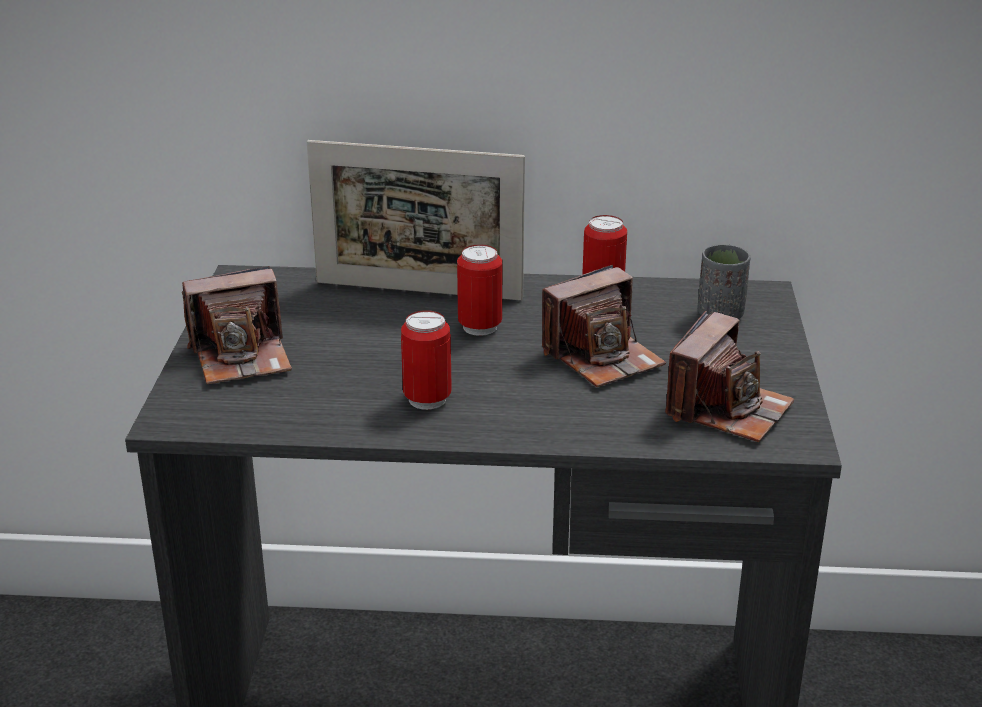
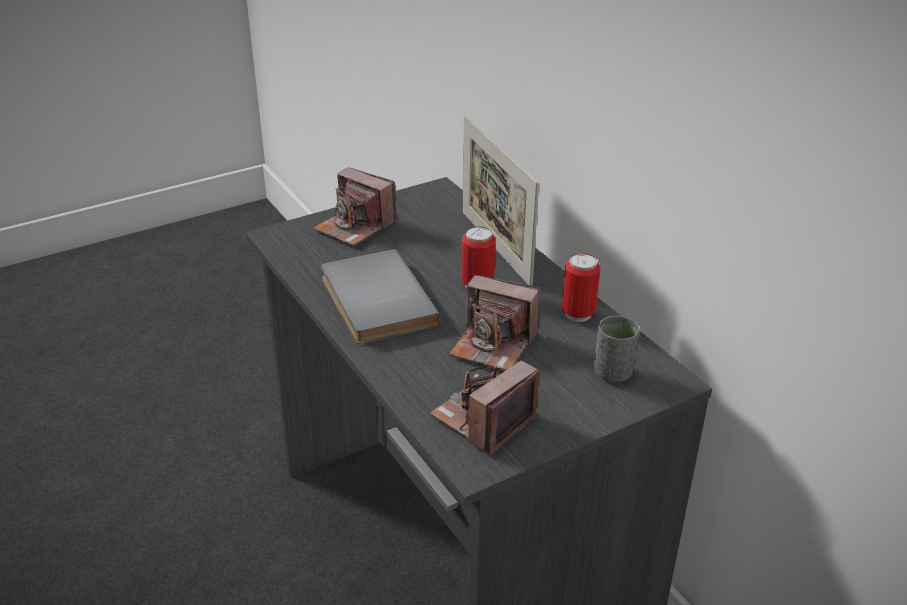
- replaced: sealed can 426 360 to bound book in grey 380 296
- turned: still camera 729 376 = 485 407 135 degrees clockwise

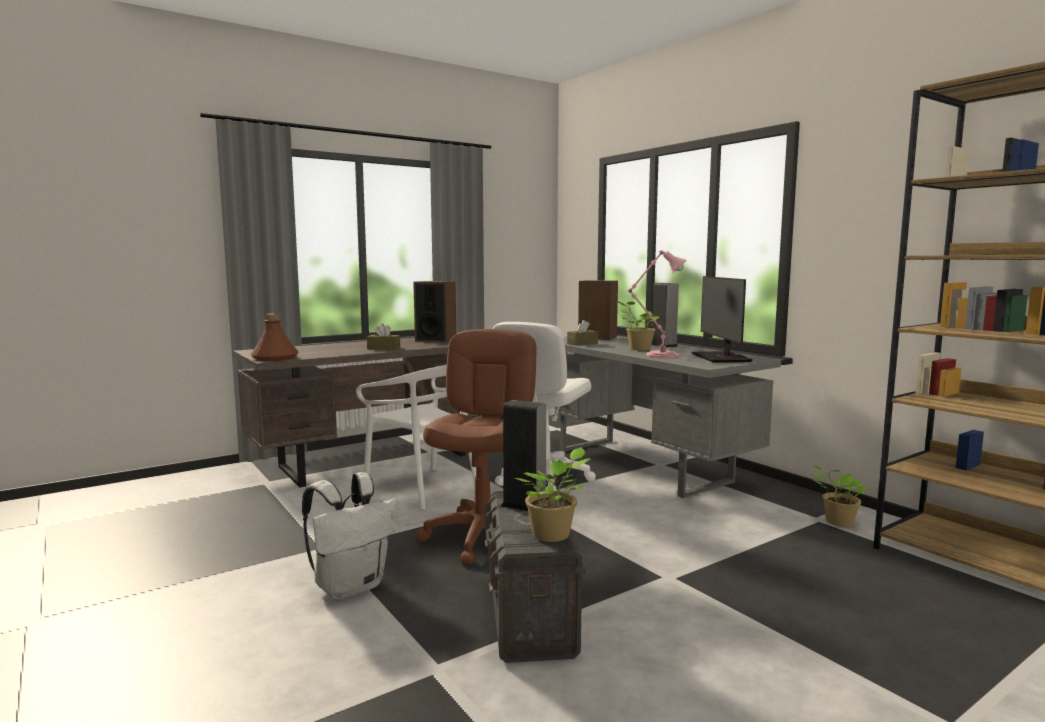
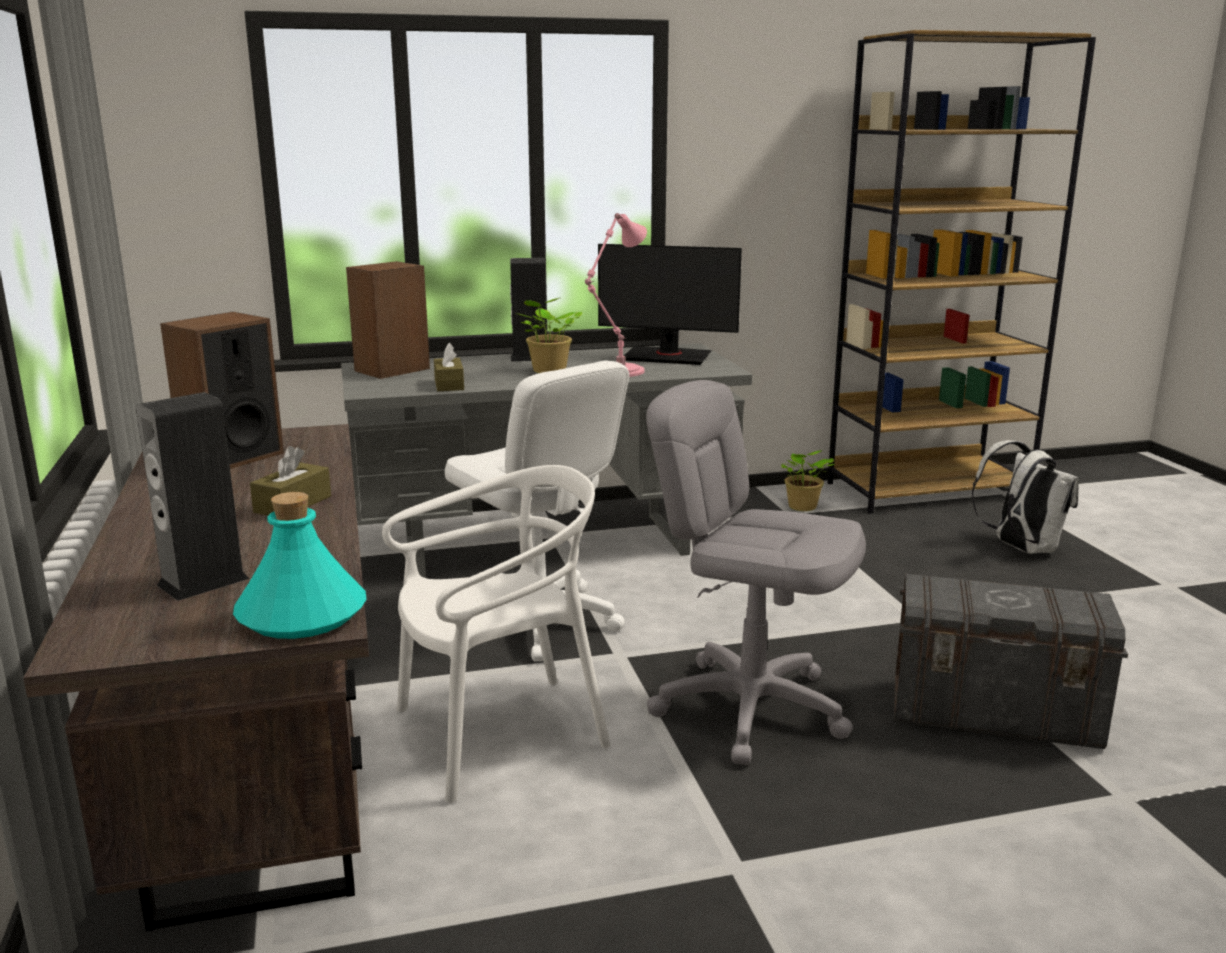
- removed: houseplant 552 494
- moved: backpack in whitish 350 536 to 1025 497
- moved: speaker 524 455 to 193 496
- recoloured: bottle in brownish 274 337 to bottle in turquoise-coloured 300 565
- recoloured: desk chair in brownish 477 446 to desk chair in grey 756 572

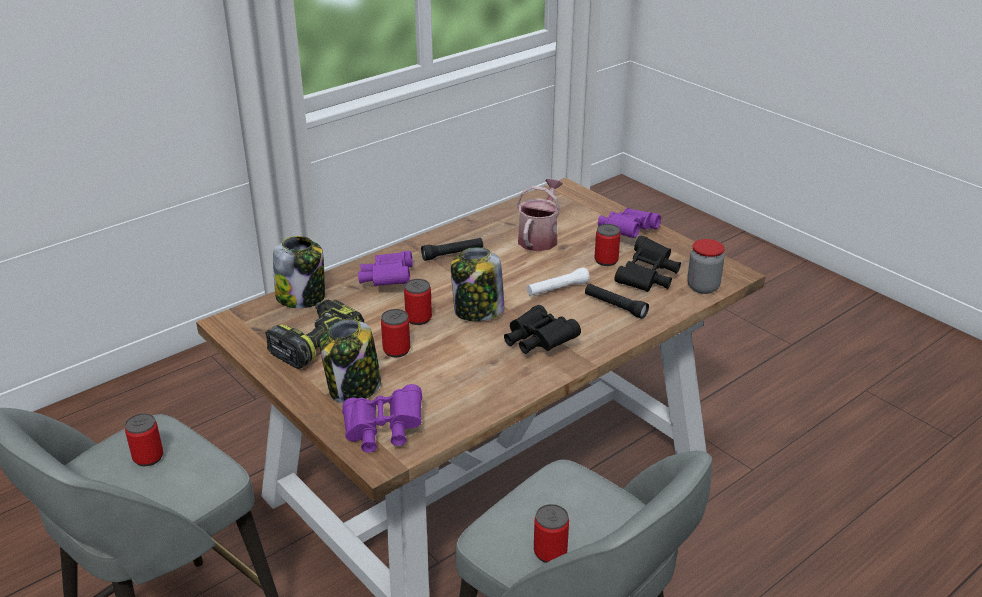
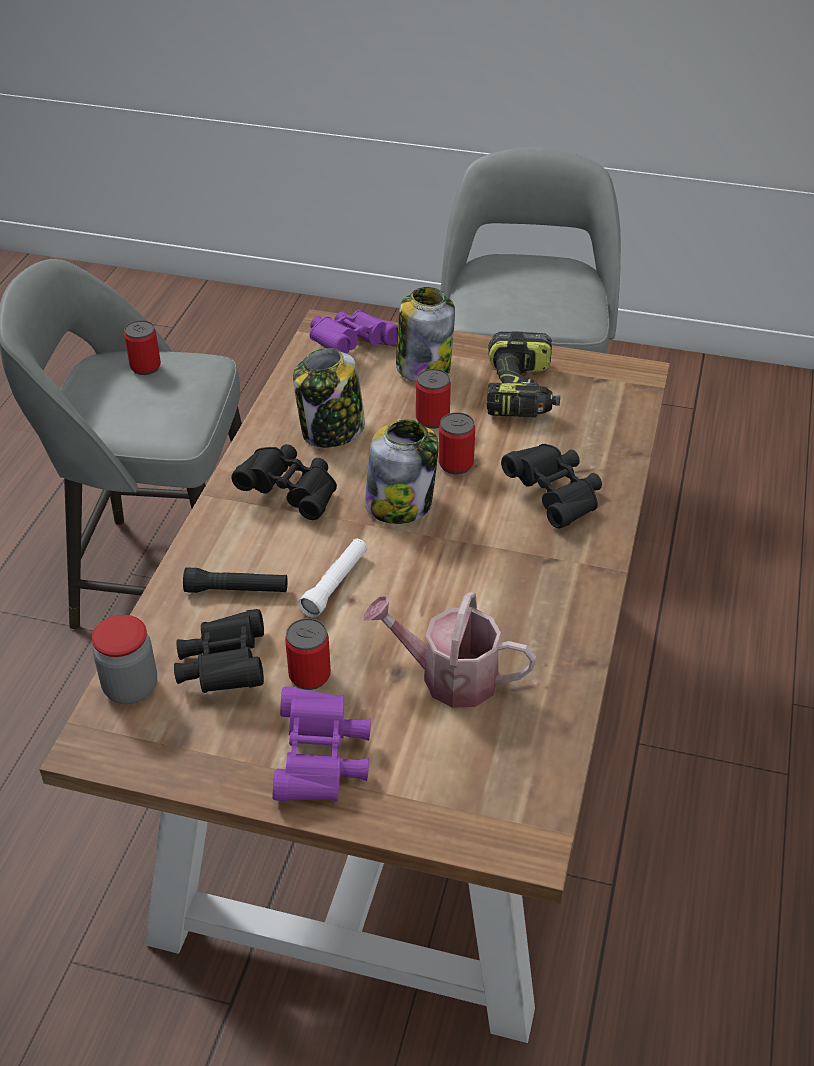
- removed: sealed can 144 439
- removed: flashlight in black 452 249
- moved: jar 299 272 to 329 398
- recoloured: field glasses in purple 385 268 to field glasses in black 551 486
- turned: watering can 539 215 = 450 650 120 degrees clockwise

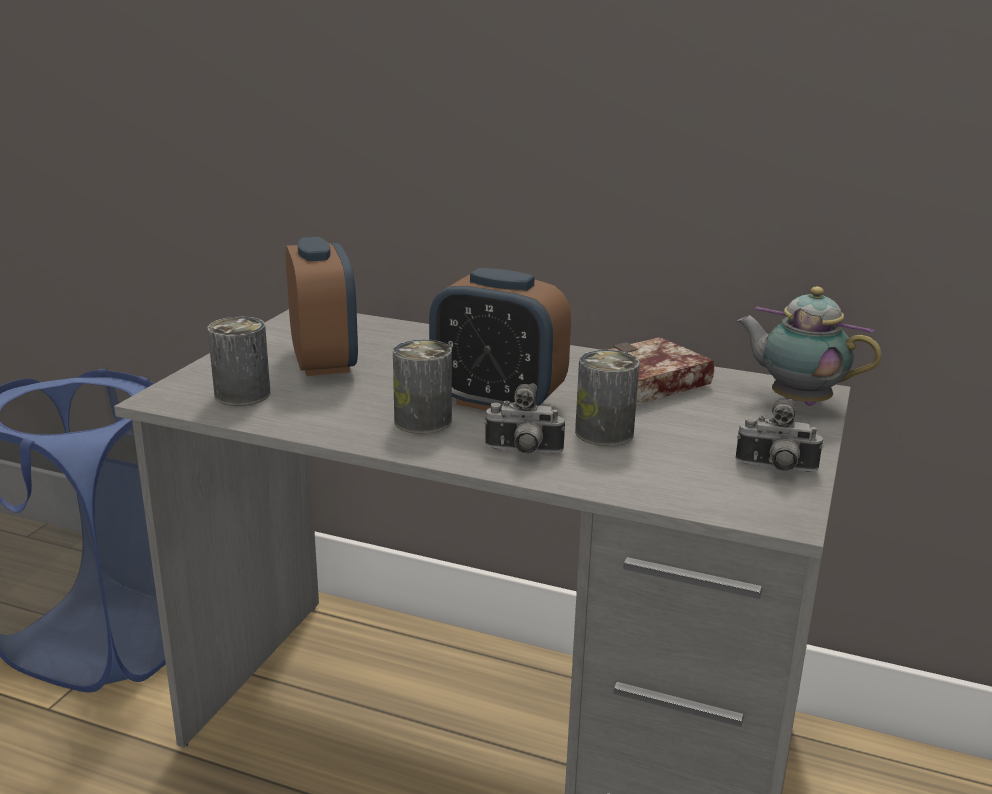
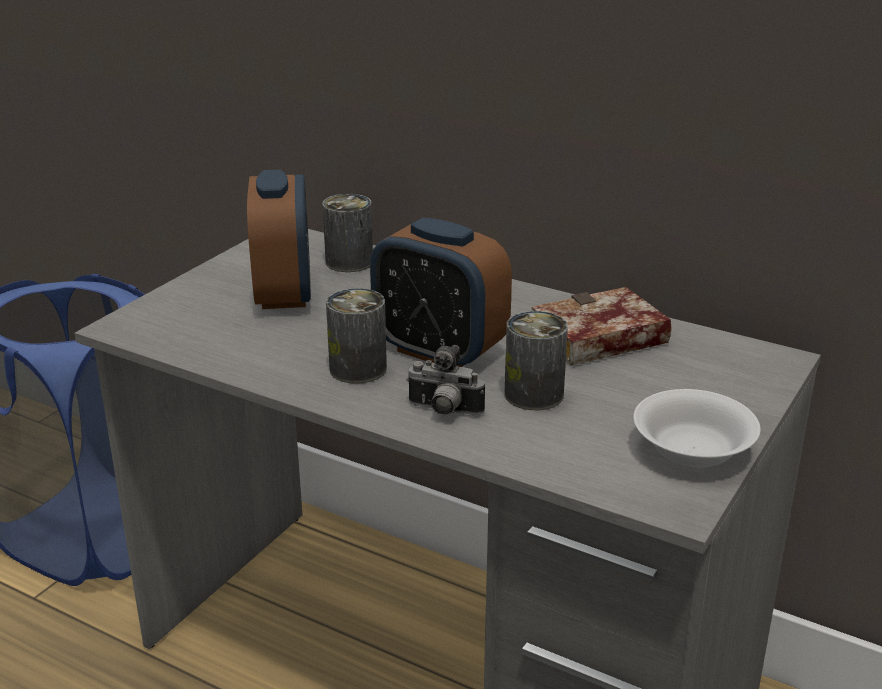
- removed: pot for tea 809 346
- moved: sealed can 239 361 to 347 233
- replaced: still camera 779 435 to deep dish in whitish 697 428

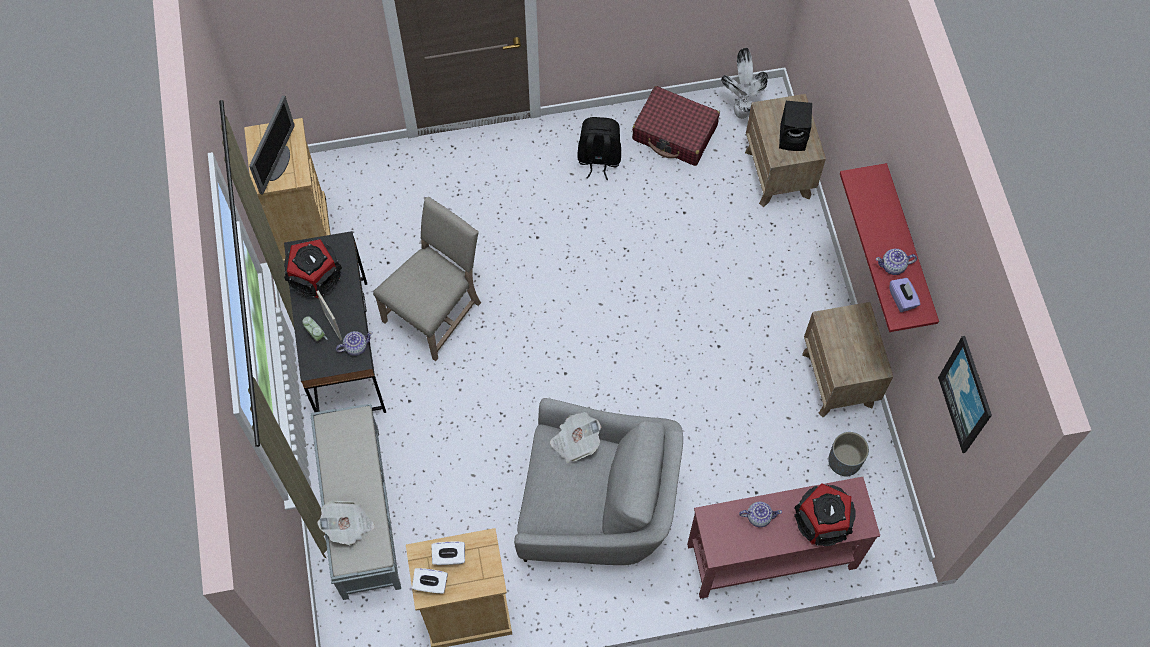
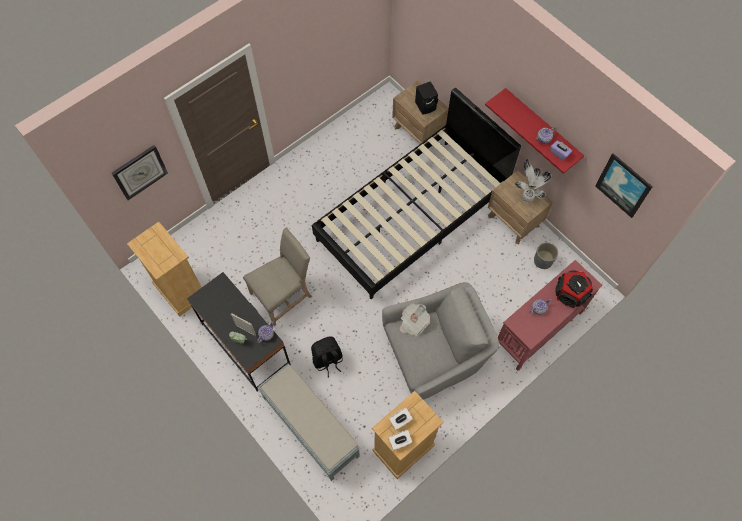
- removed: computer screen 272 145
- removed: speaker 313 269
- removed: printed paper 346 523
- removed: travel case in red 676 126
- added: clock on the wall 140 172
- added: sleeping bed in black 416 193
- moved: backpack in black 599 148 to 327 357
- moved: houseplant 744 83 to 533 181
- turned: upright chair in beige-coloured 427 279 = 277 277 45 degrees clockwise

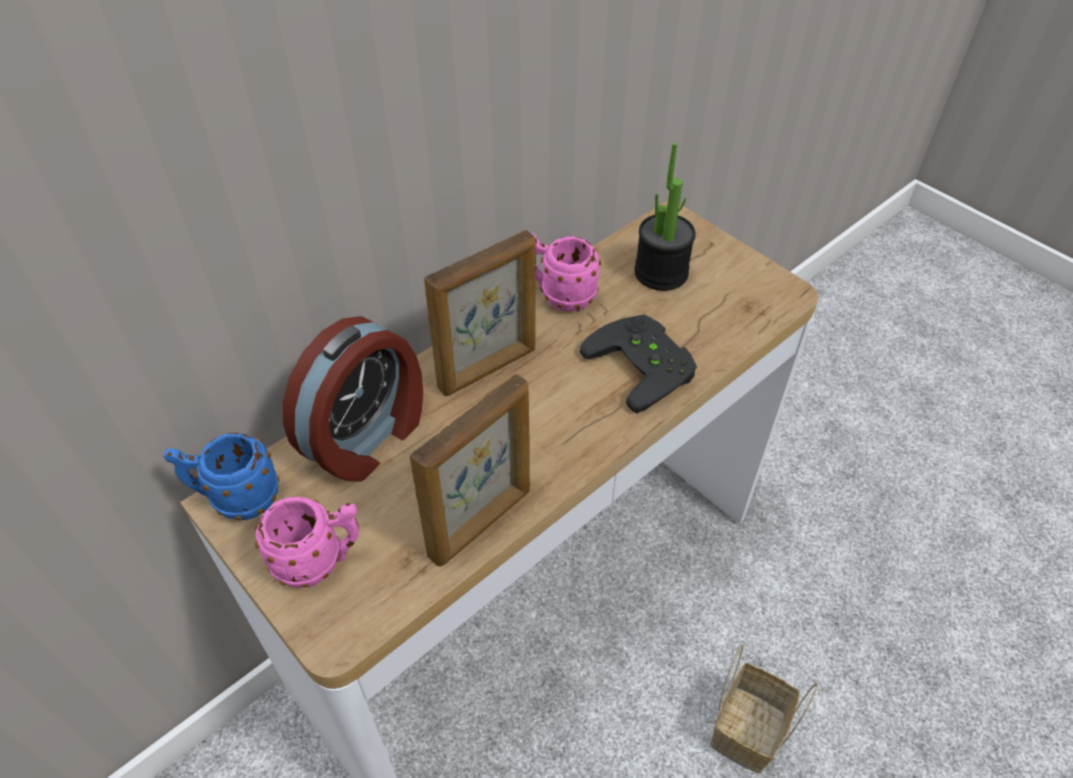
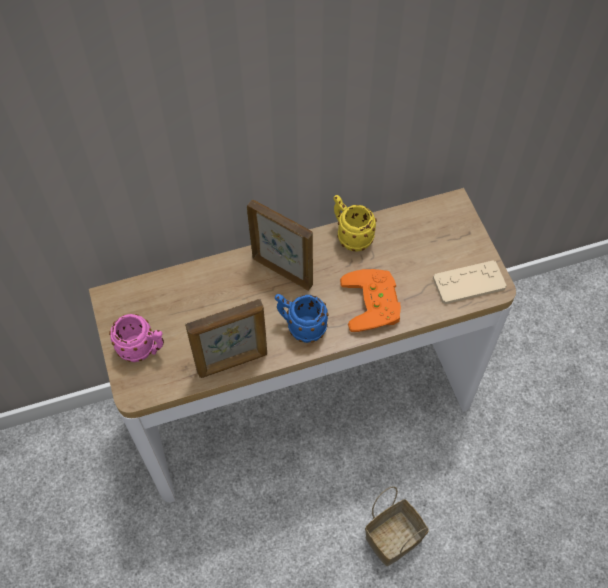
- removed: bedside clock 353 399
- removed: houseplant 665 216
- added: game controller in beige-coloured 470 282
- moved: tea mug in blue 221 476 to 302 318
- recoloured: tea mug in pinkish 566 272 to tea mug in yellow-coloured 355 223
- recoloured: game controller in black 638 363 to game controller in orange-coloured 370 300
- turned: standing frame 480 313 = 280 245 135 degrees counterclockwise

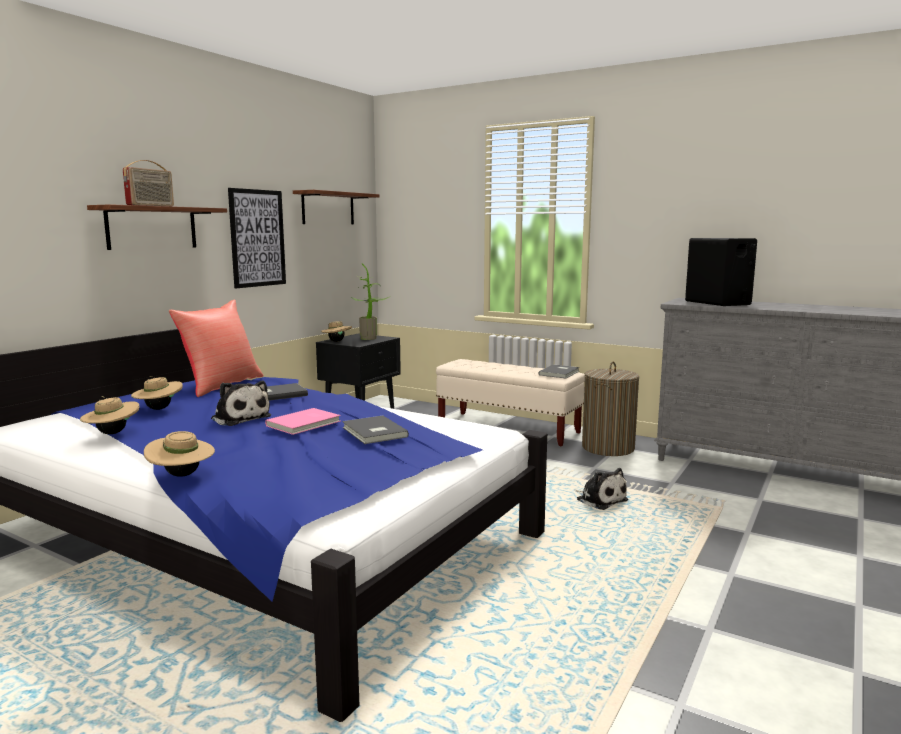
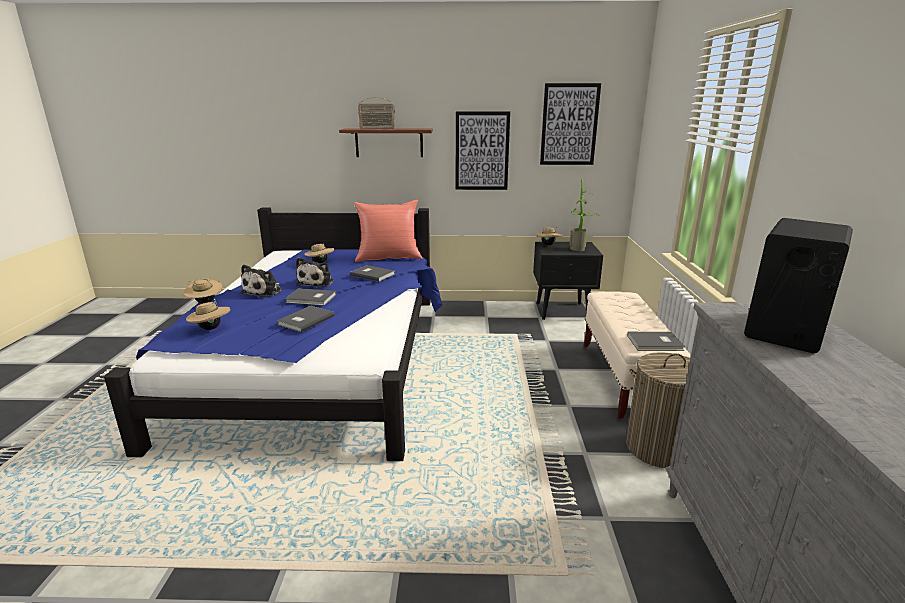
- moved: wearable hat in beige-coloured 110 415 to 208 314
- moved: cuddly toy 601 489 to 261 280
- replaced: wall shelf 336 207 to wall art 570 124
- recoloured: bound book in pinkish 303 421 to bound book in grey 310 297

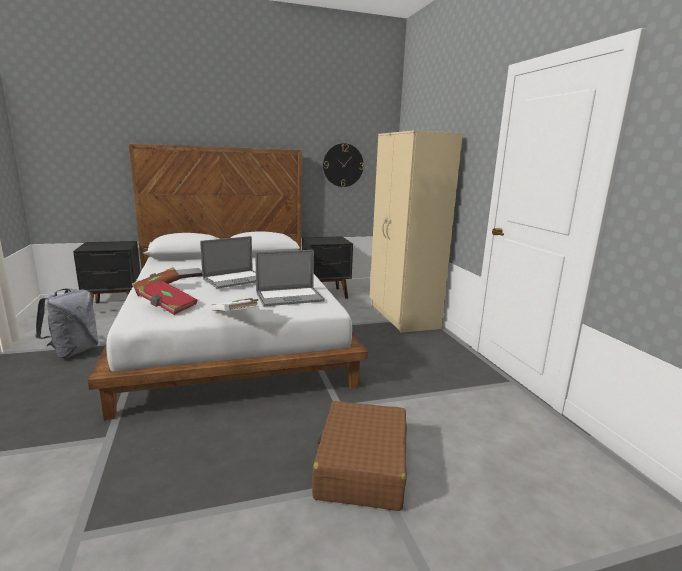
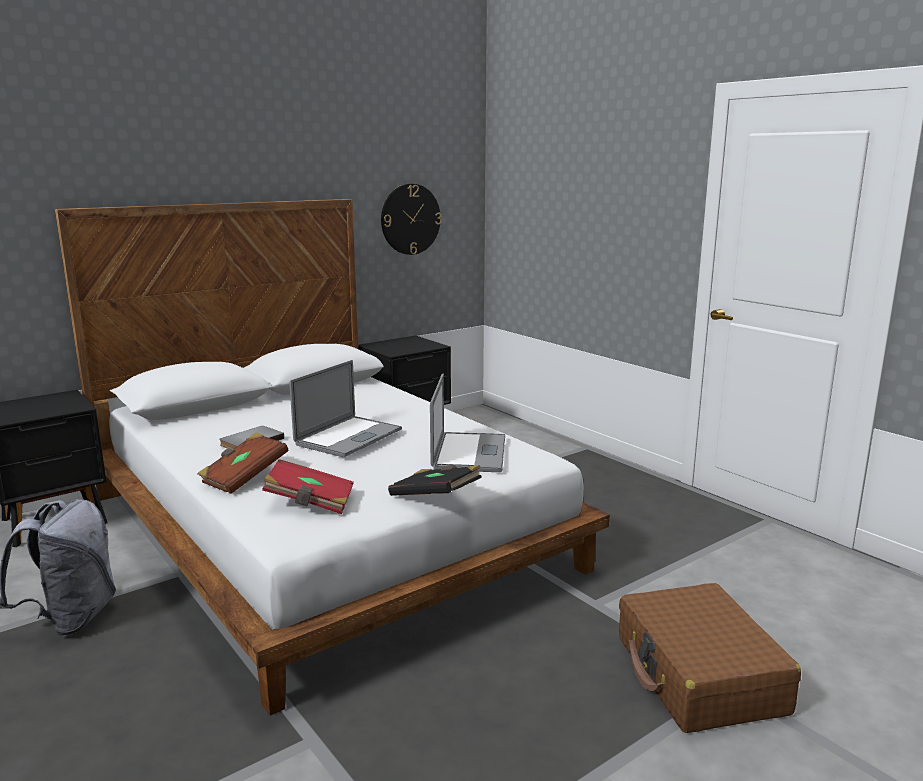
- removed: armoire in beige-coloured 416 231
- recoloured: bound book in whitish 235 304 to bound book in black 435 480
- turned: laptop 290 278 = 467 422 45 degrees counterclockwise

